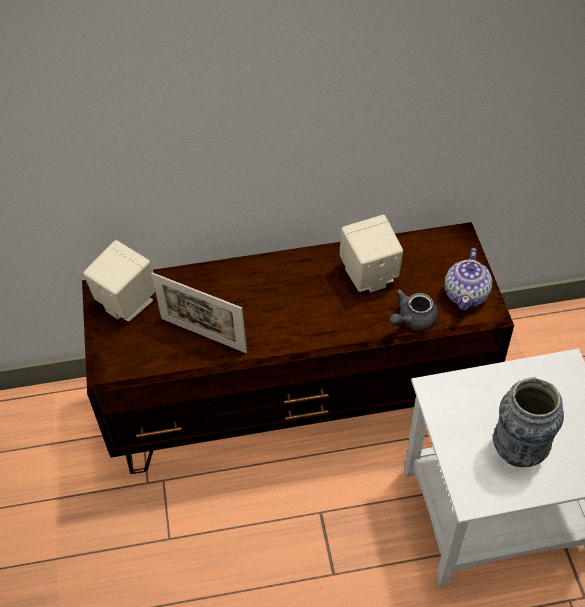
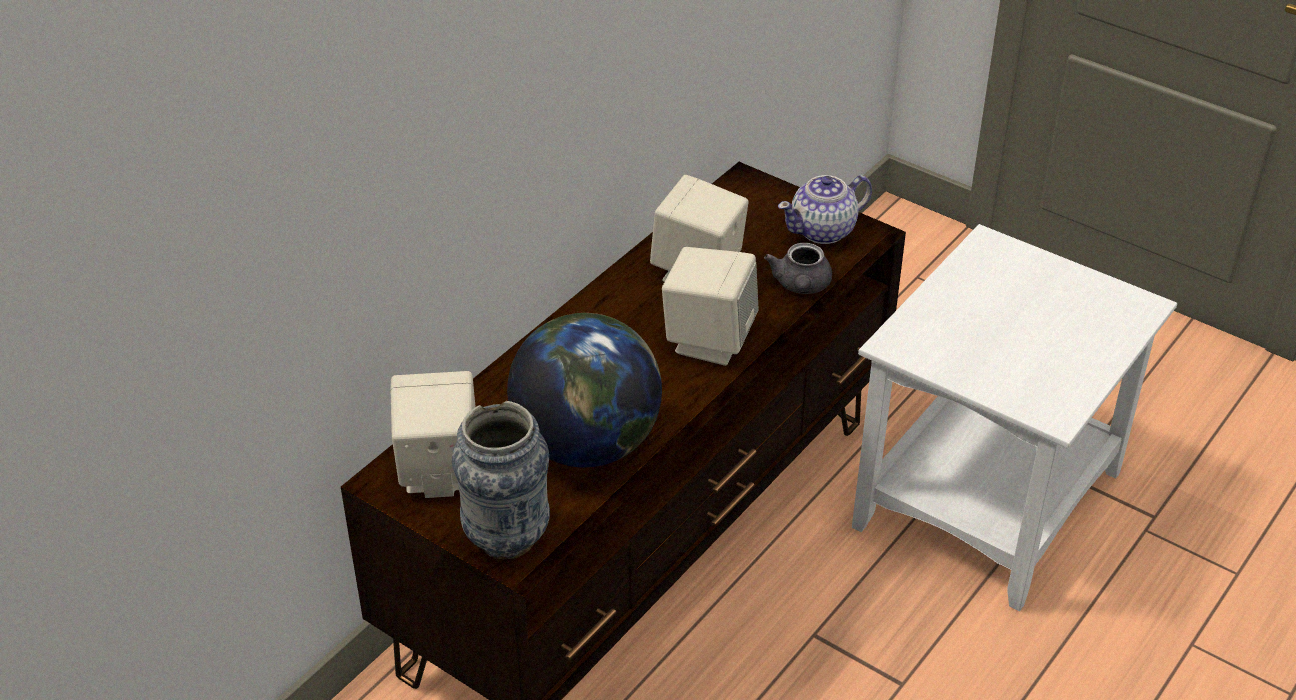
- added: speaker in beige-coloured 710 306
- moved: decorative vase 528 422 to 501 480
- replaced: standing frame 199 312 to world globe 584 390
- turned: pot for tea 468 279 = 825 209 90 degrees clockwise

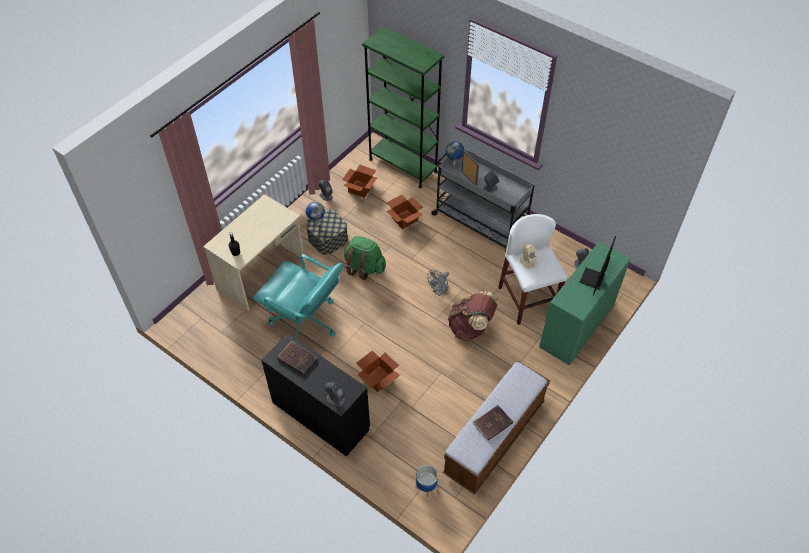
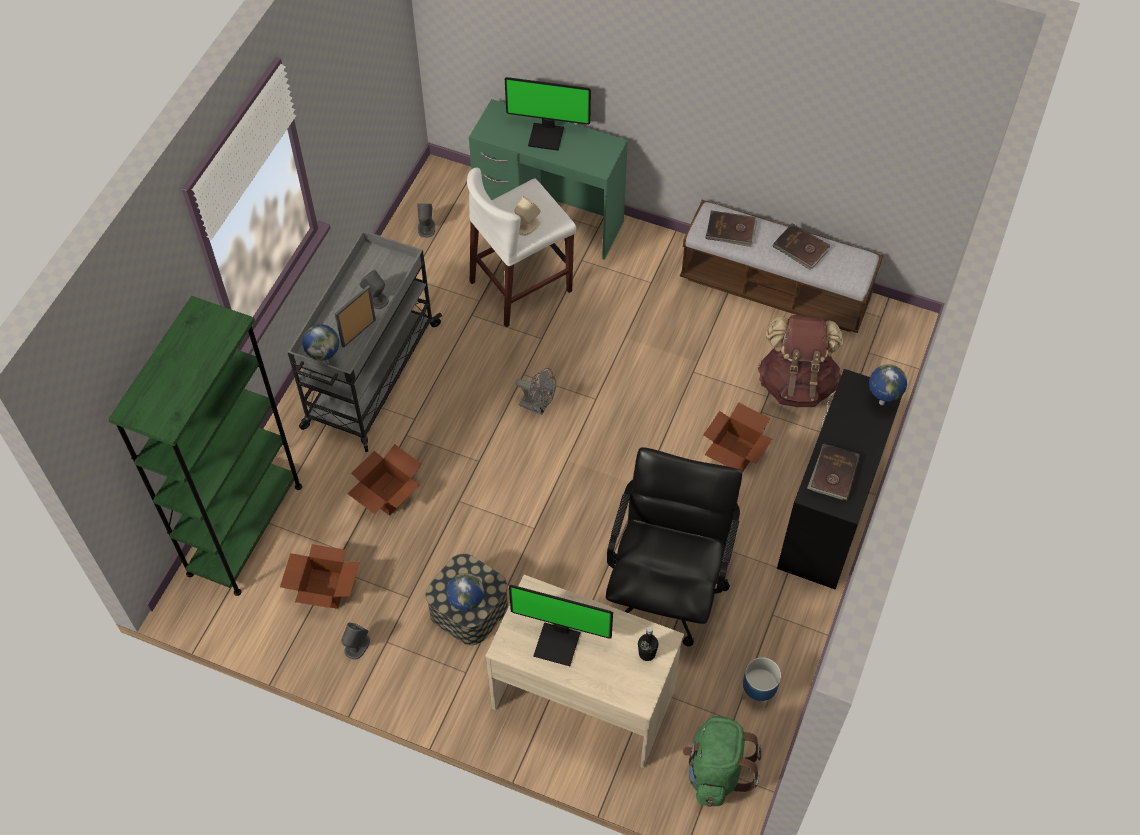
- added: computer screen 561 625
- added: bound book in brownish 731 229
- moved: backpack in green 365 258 to 722 761
- moved: planter 427 481 to 761 682
- moved: backpack in brownish 473 316 to 800 361
- replaced: speaker in grey 335 394 to world globe 888 384
- recoloured: desk chair in turquoise-coloured 298 296 to desk chair in black 674 546

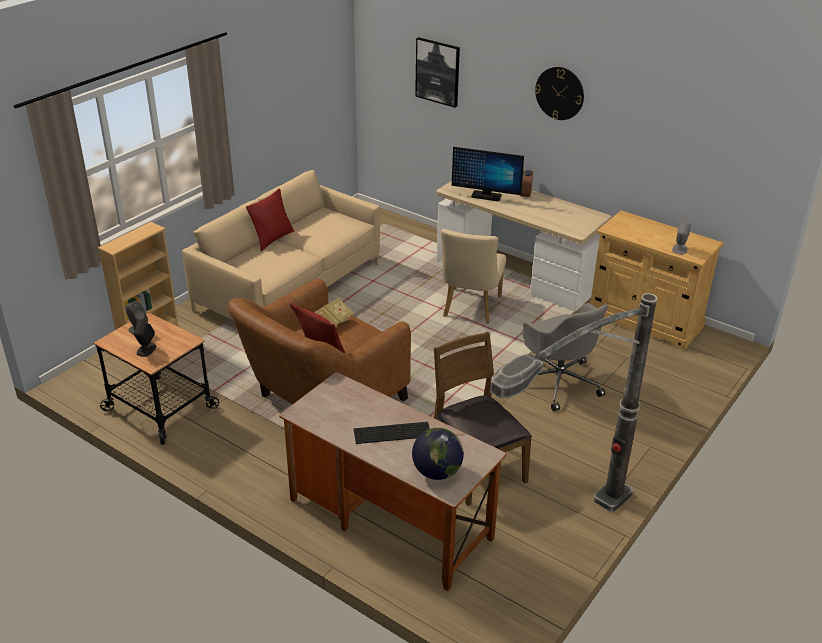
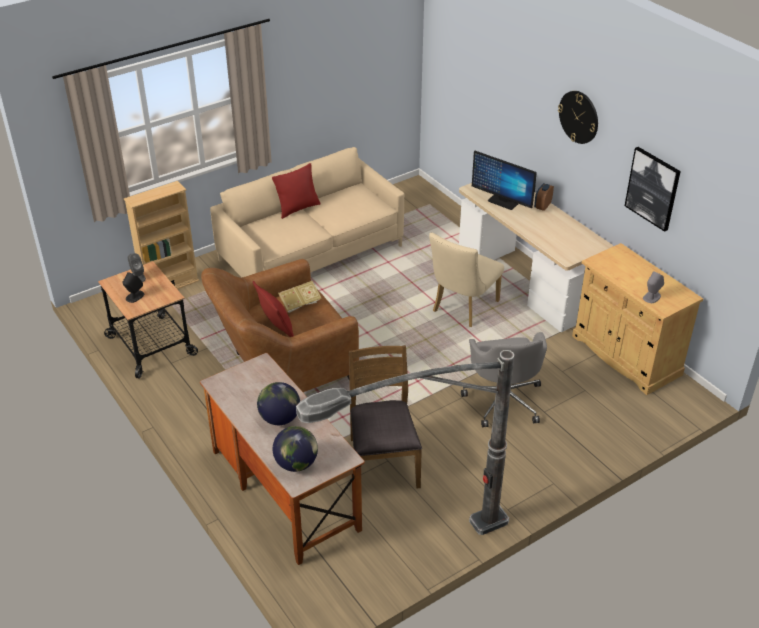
- moved: wall art 437 72 to 653 189
- replaced: computer keyboard 391 433 to world globe 278 403

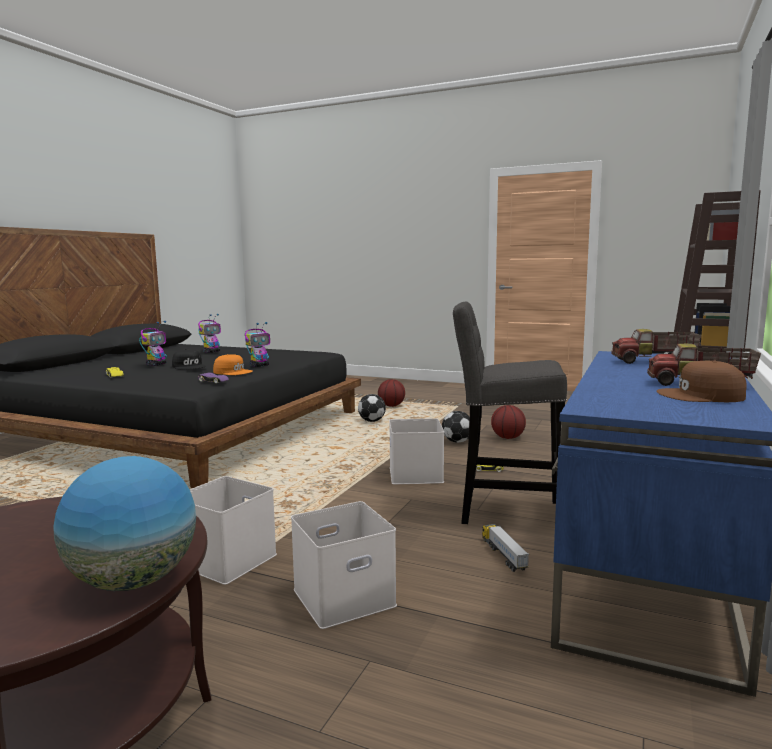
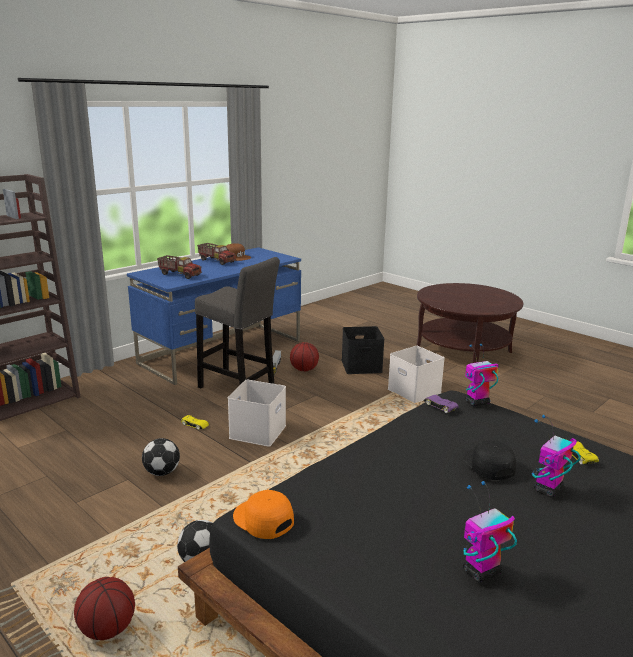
- removed: world globe 124 523
- moved: baseball cap in orange-coloured 233 364 to 263 514
- moved: robot figure 257 344 to 482 374
- moved: ball for basketball 508 422 to 304 356
- recoloured: storage box in whitish 344 565 to storage box in black 363 350

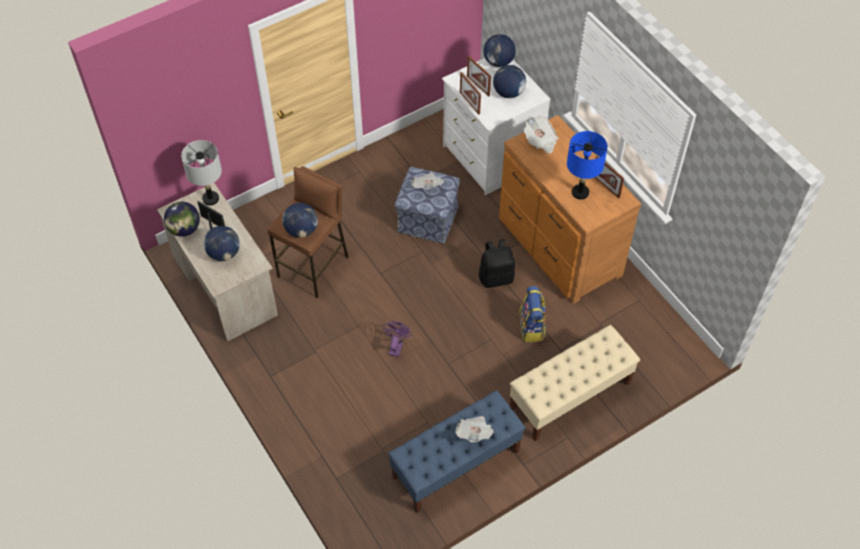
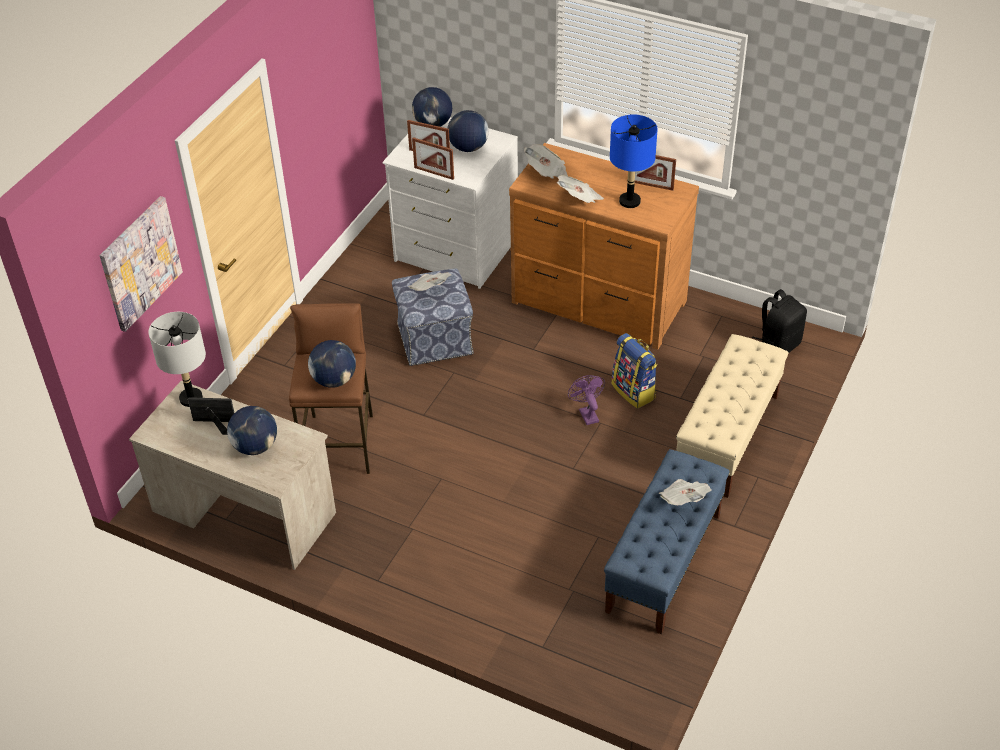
- removed: world globe 182 219
- added: wall art 141 264
- added: printed paper 580 189
- moved: electric fan in purple 397 339 to 586 400
- moved: backpack in black 497 263 to 779 321

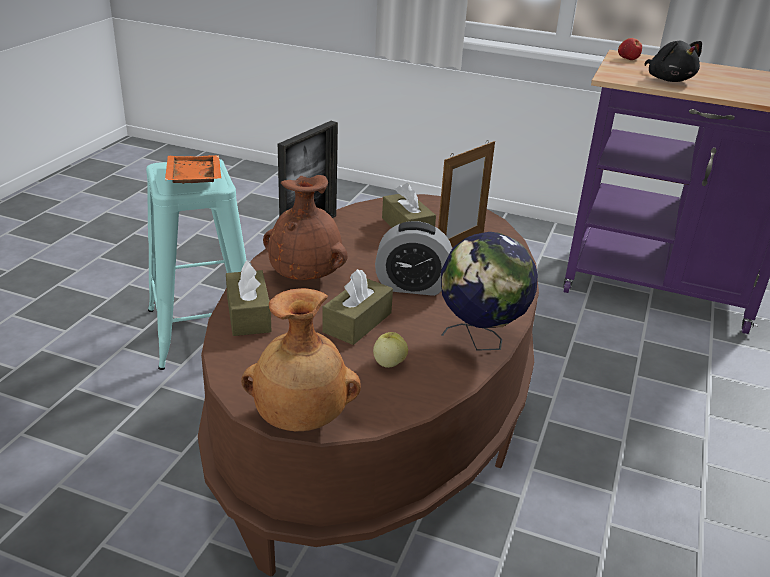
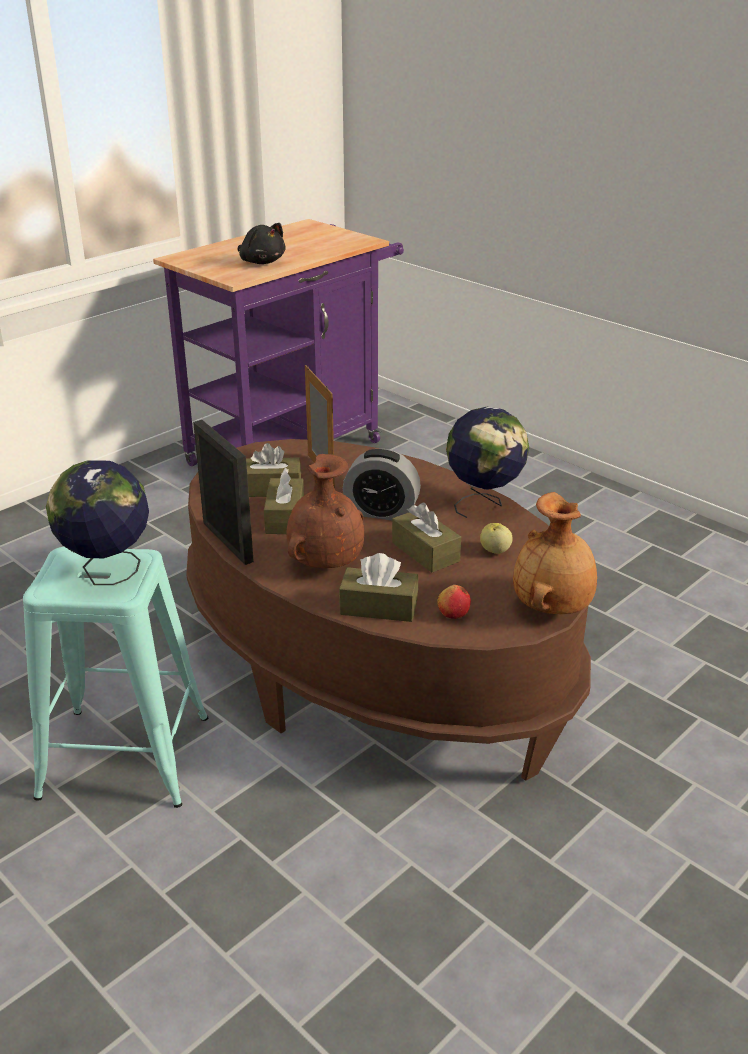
- added: tissue holder in brownish 284 501
- moved: apple fruit 630 49 to 454 602
- replaced: tray in orange-coloured 193 169 to world globe 97 522
- turned: bedside clock 413 258 = 382 484 75 degrees clockwise
- turned: cuddly toy in black 673 61 = 262 243 45 degrees clockwise

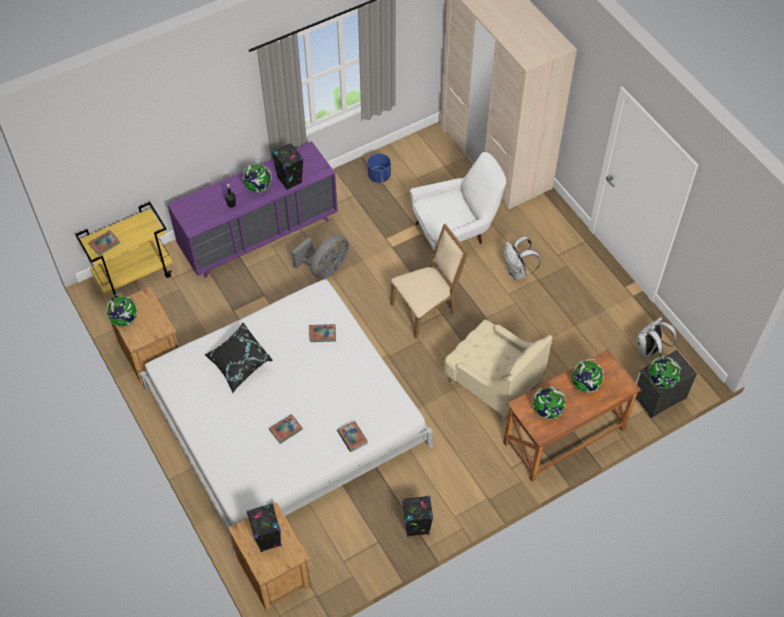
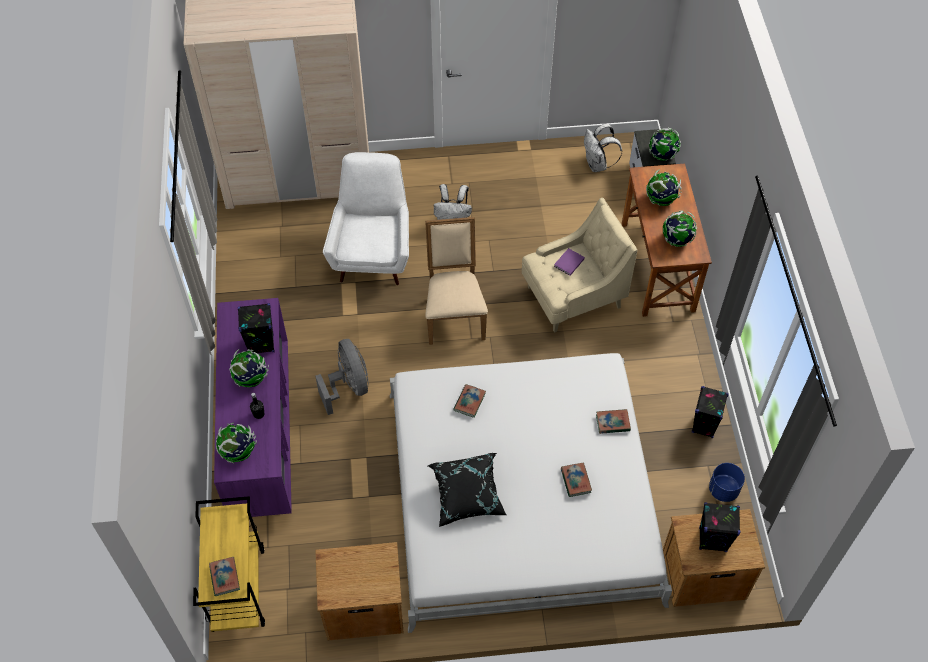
- added: bound book in purple 569 262
- moved: world globe 121 310 to 236 443
- moved: planter in blue 379 168 to 727 482

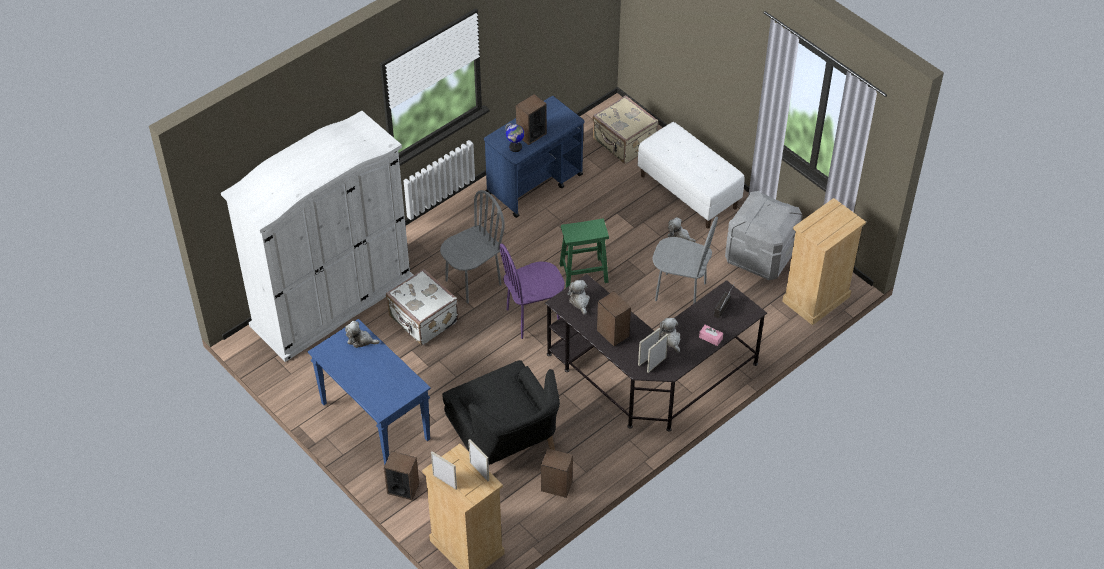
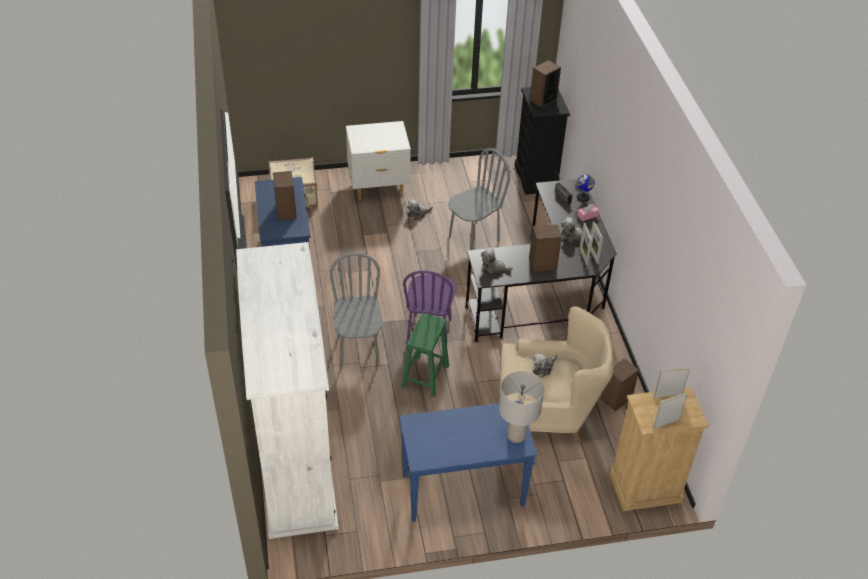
- removed: travel case in whitish 422 307
- removed: storage box in grey 764 235
- added: table lamp in grey 521 407
- moved: cuddly toy 362 334 to 545 365
- moved: speaker 401 475 to 545 84
- moved: world globe 514 137 to 585 188
- moved: stool seat in green 584 253 to 425 355
- replaced: bench in whitish 691 175 to night table in whitish 378 160
- recoloured: easy chair in black 501 412 to easy chair in beige-coloured 557 373
- recoloured: drawer chest in beige-coloured 824 262 to drawer chest in black 542 141

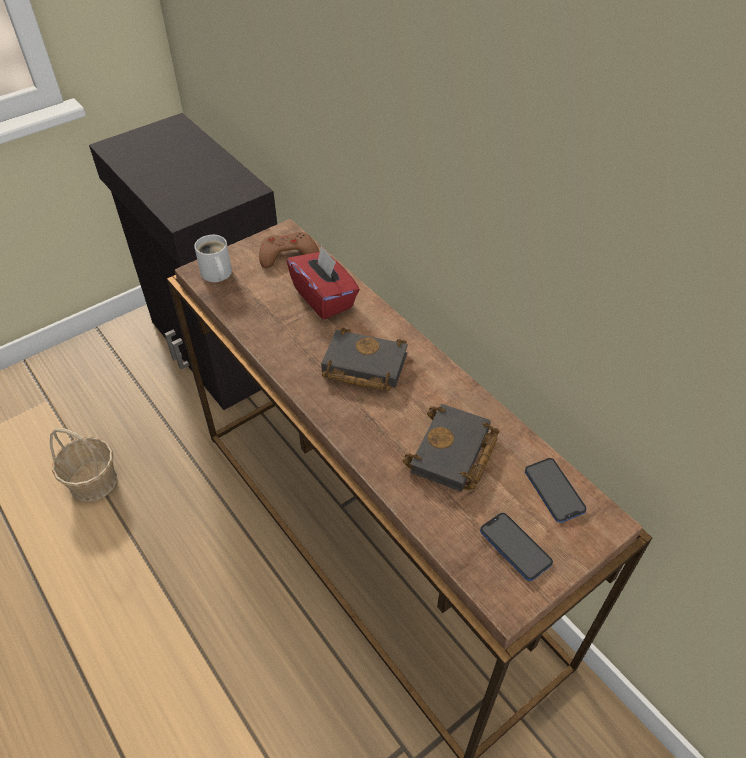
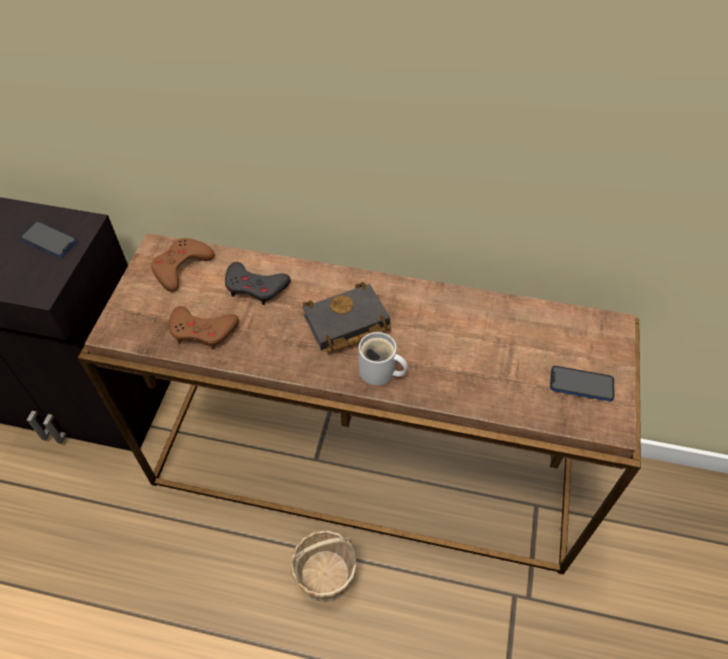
- removed: bound book in black 451 448
- added: game controller in brownish 204 327
- moved: storage basket 83 465 to 323 566
- moved: tea mug in whitish 213 258 to 383 358
- moved: telephone 556 490 to 48 239
- replaced: tissue holder in red 323 282 to game controller in grey 257 283

